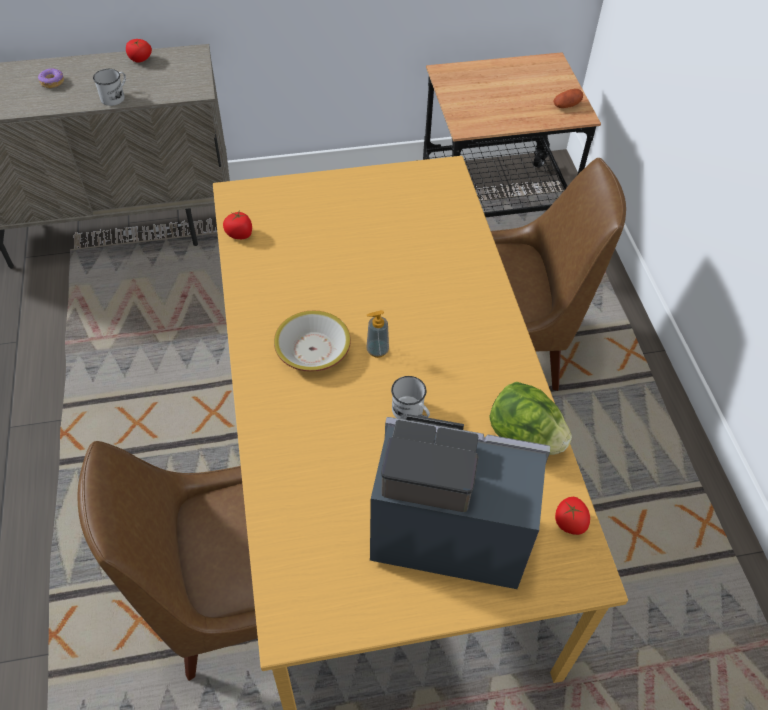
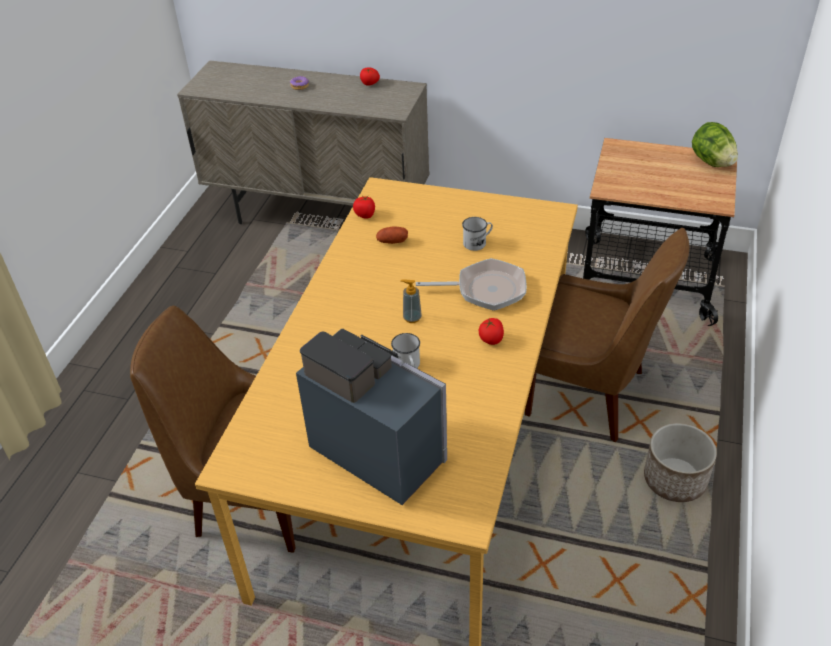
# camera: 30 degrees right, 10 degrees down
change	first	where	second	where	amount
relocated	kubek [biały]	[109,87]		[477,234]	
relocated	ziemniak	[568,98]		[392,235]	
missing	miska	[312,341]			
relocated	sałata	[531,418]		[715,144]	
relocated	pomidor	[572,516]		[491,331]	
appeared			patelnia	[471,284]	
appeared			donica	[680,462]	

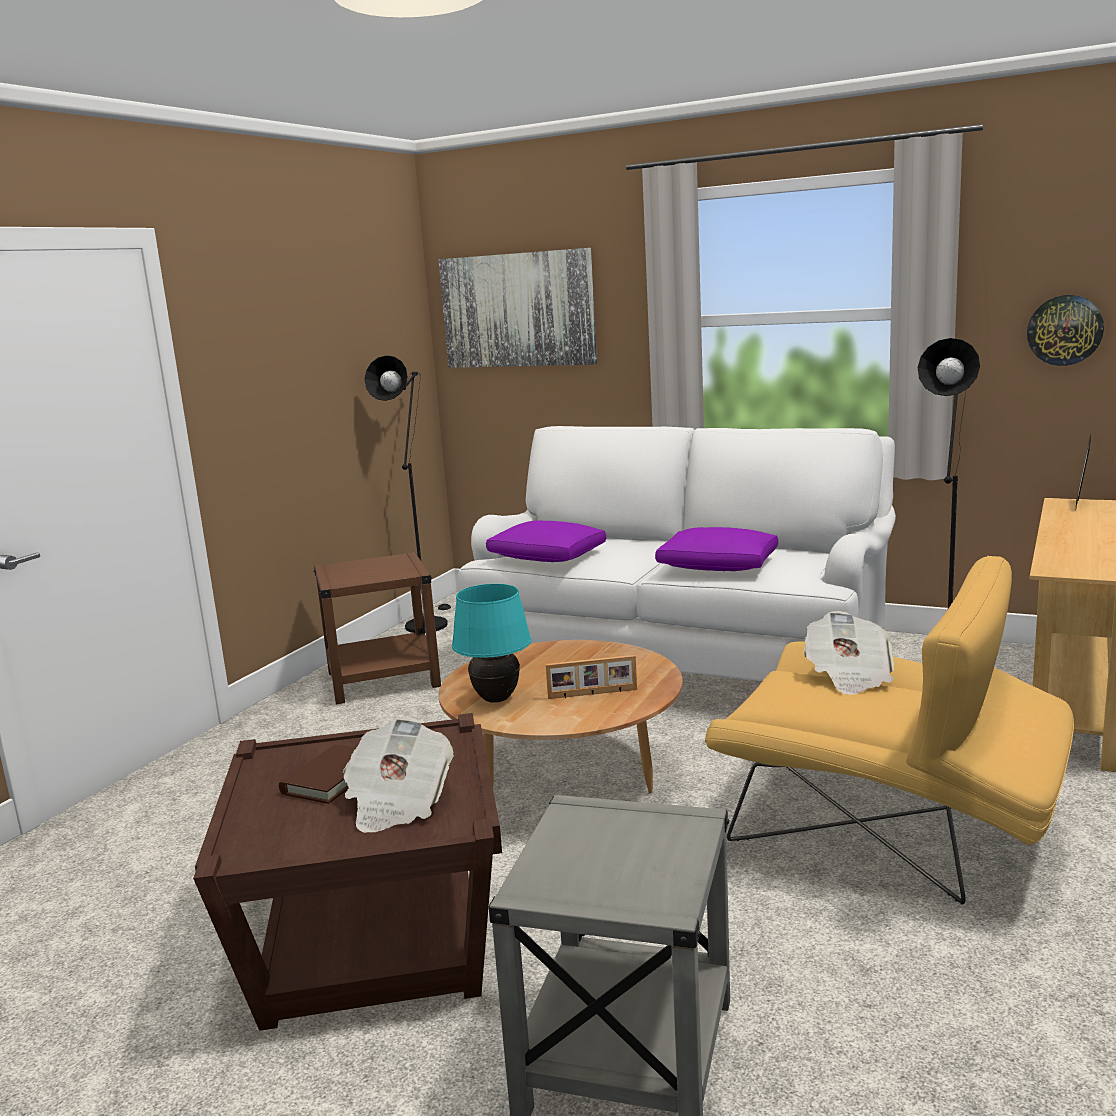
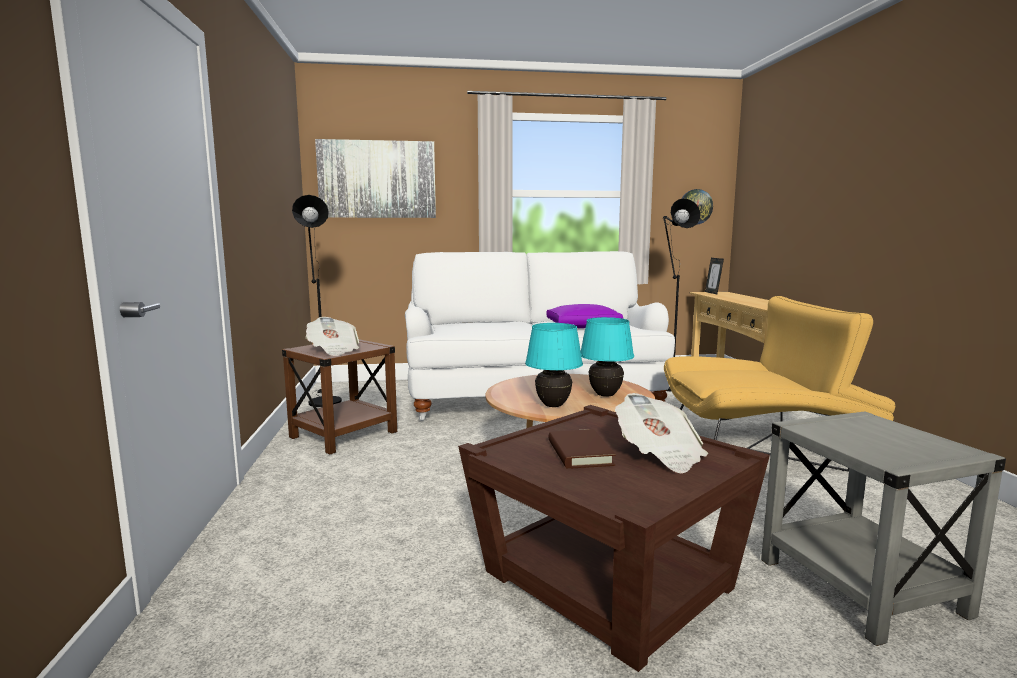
# camera: 35 degrees left, 5 degrees down
change	first	where	second	where	amount
missing	poduszka [fioletowy]	[546,541]			
relocated	gazeta	[848,653]		[332,336]	
exchanged	ramka na zdjęcie	[591,677]	lampa stołowa [turkusowy]	[607,357]	

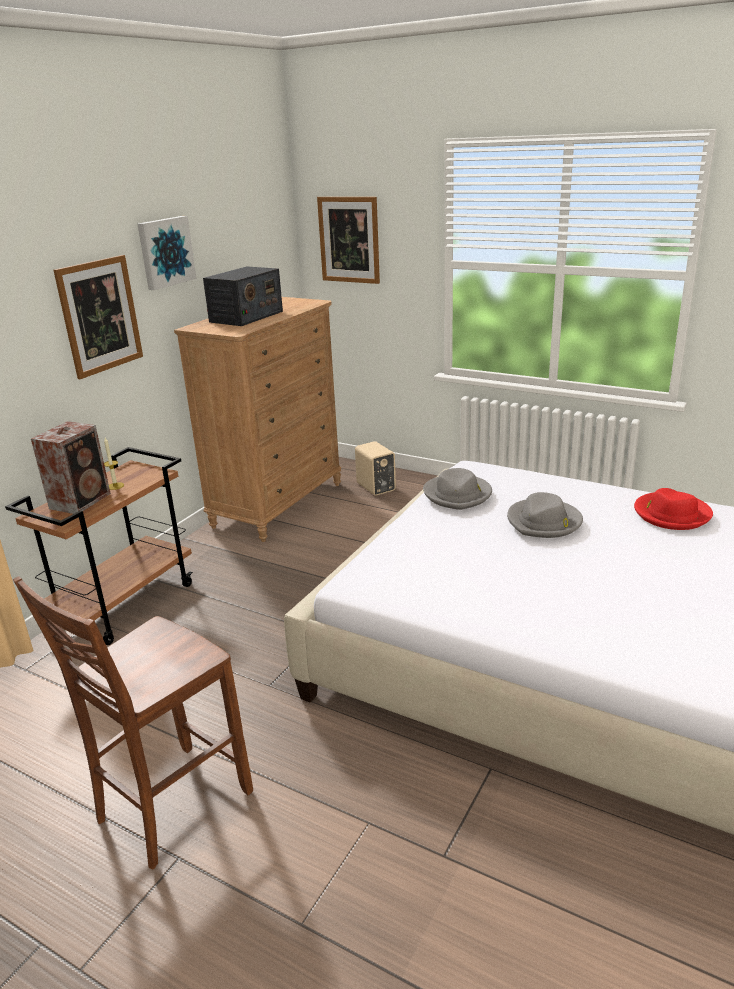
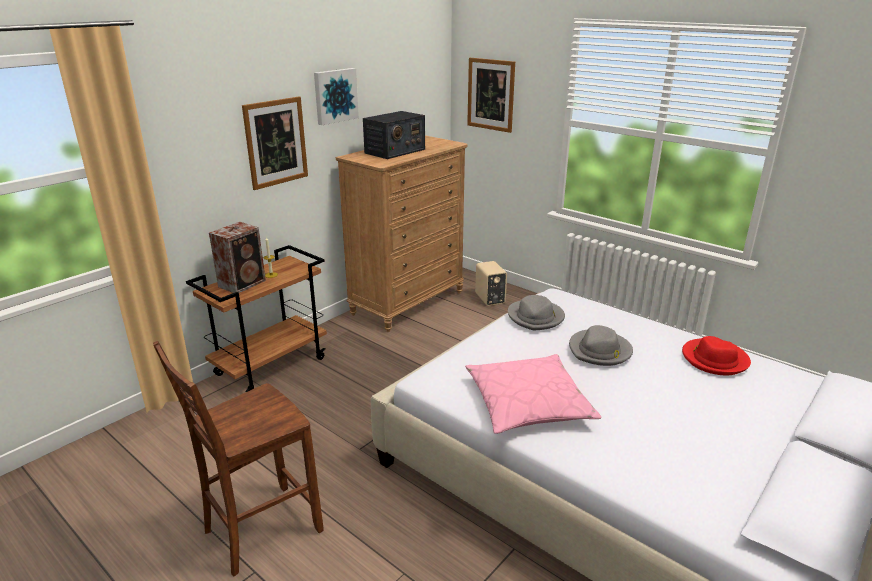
# camera: 10 degrees right, 0 degrees up
change	first	where	second	where	amount
appeared			poduszka [różowy]	[533,394]	

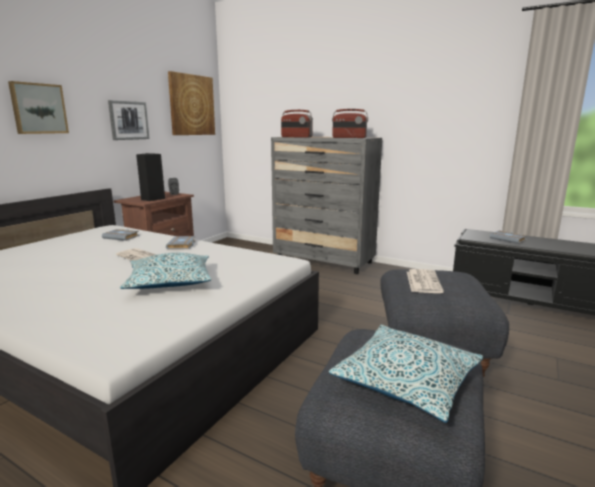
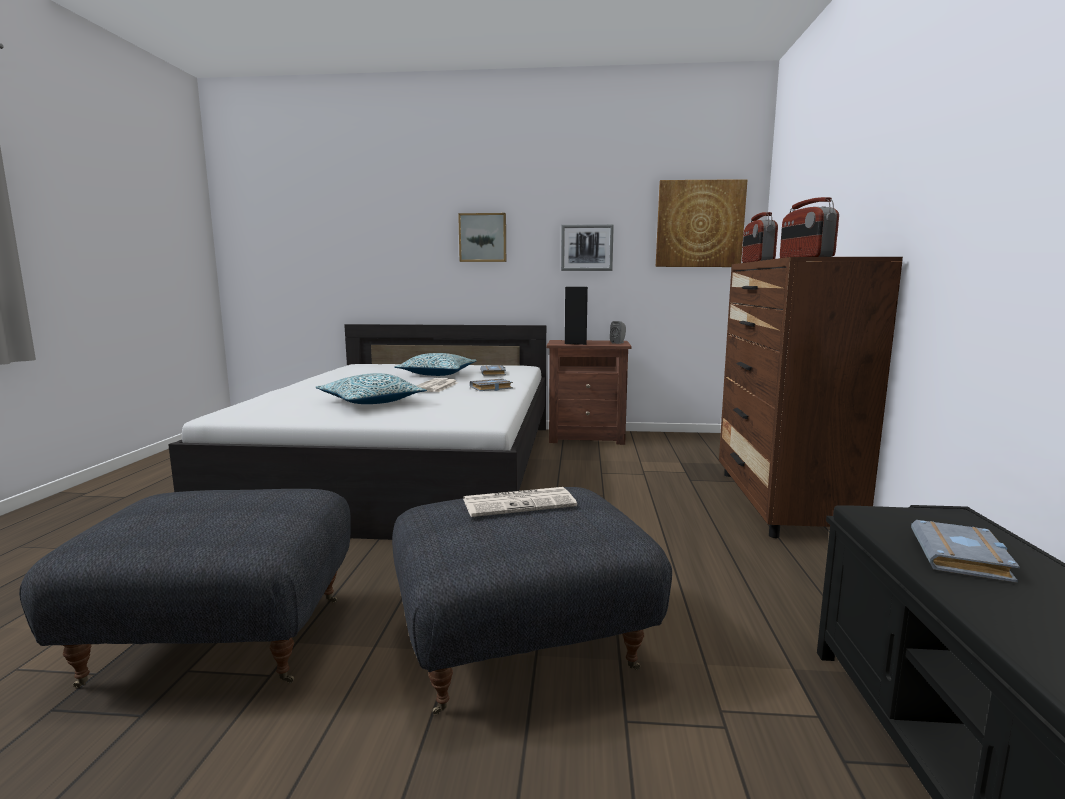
# camera: 65 degrees right, 5 degrees down
change	first	where	second	where	amount
colour	komoda [szary]	[326,205]	komoda [brązowy]	[811,397]	
relocated	poduszka	[406,374]		[435,364]	

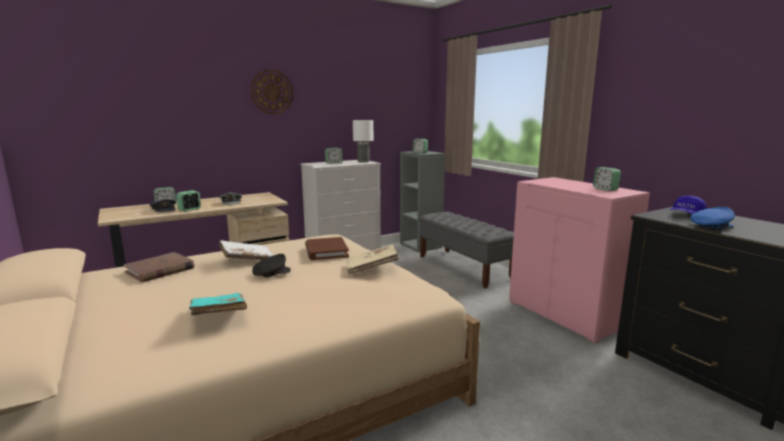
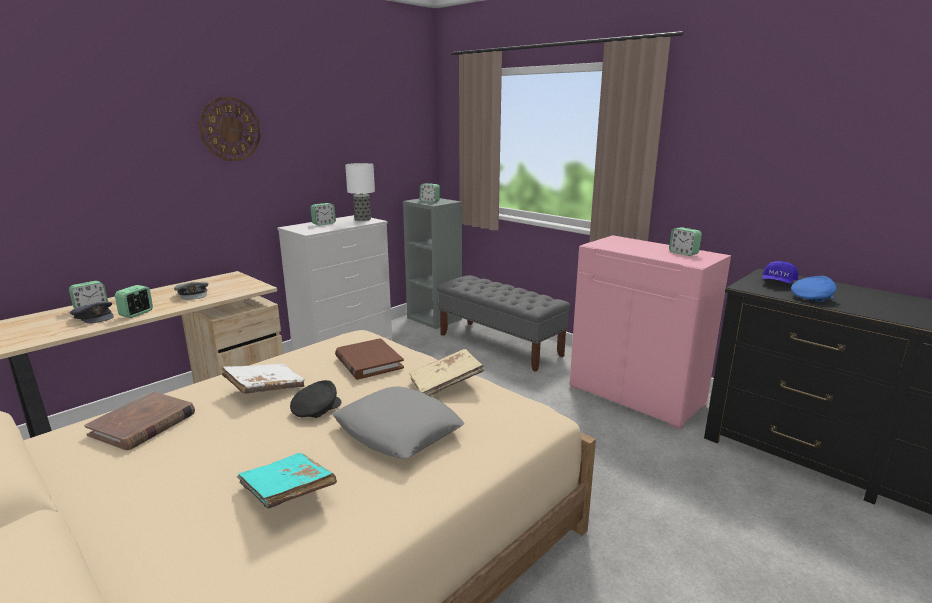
# camera: 15 degrees left, 5 degrees up
change	first	where	second	where	amount
appeared			poduszka [szary]	[398,422]	

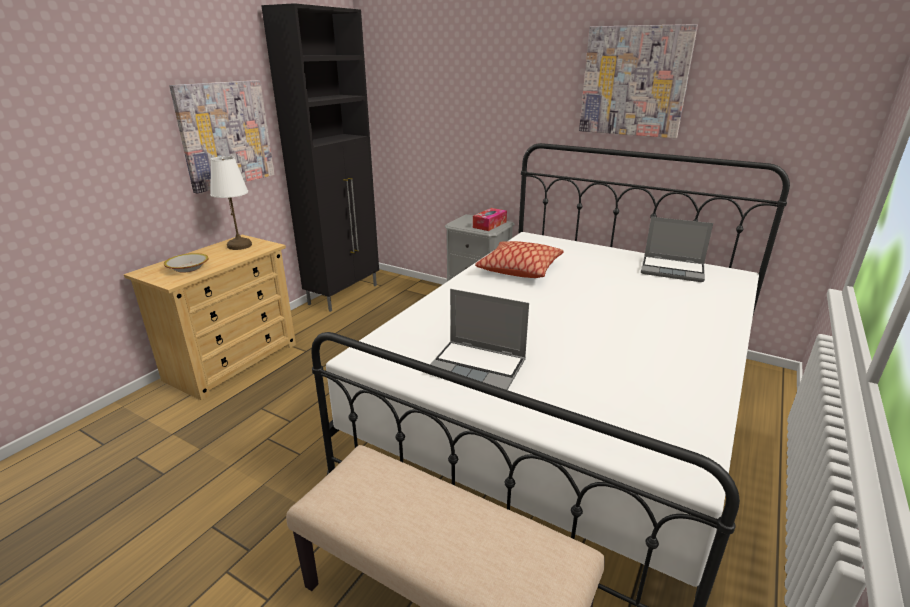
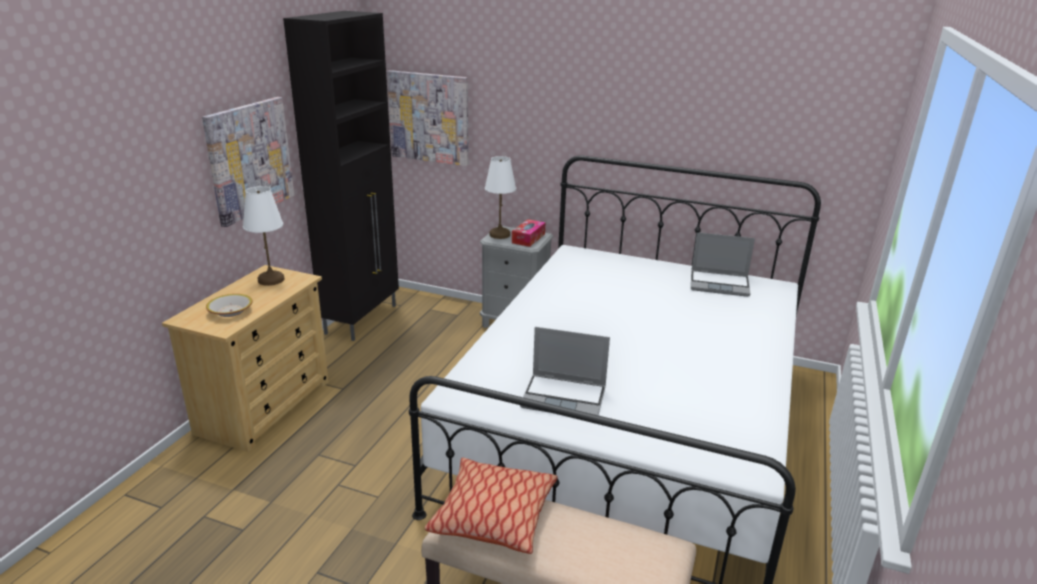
# camera: 10 degrees left, 0 degrees up
change	first	where	second	where	amount
relocated	obraz	[638,81]		[427,118]	
relocated	poduszka	[519,259]		[491,506]	
appeared			lampa stołowa [biały]	[500,197]	

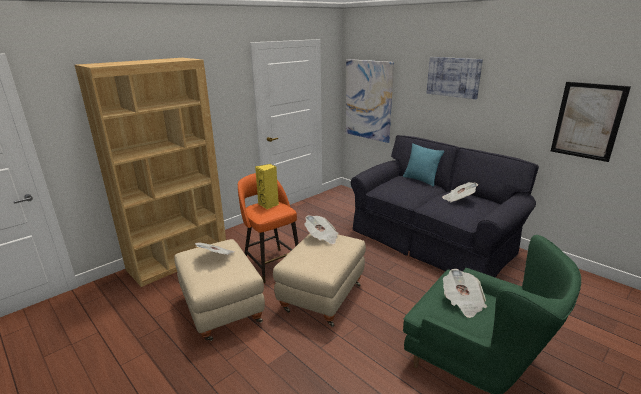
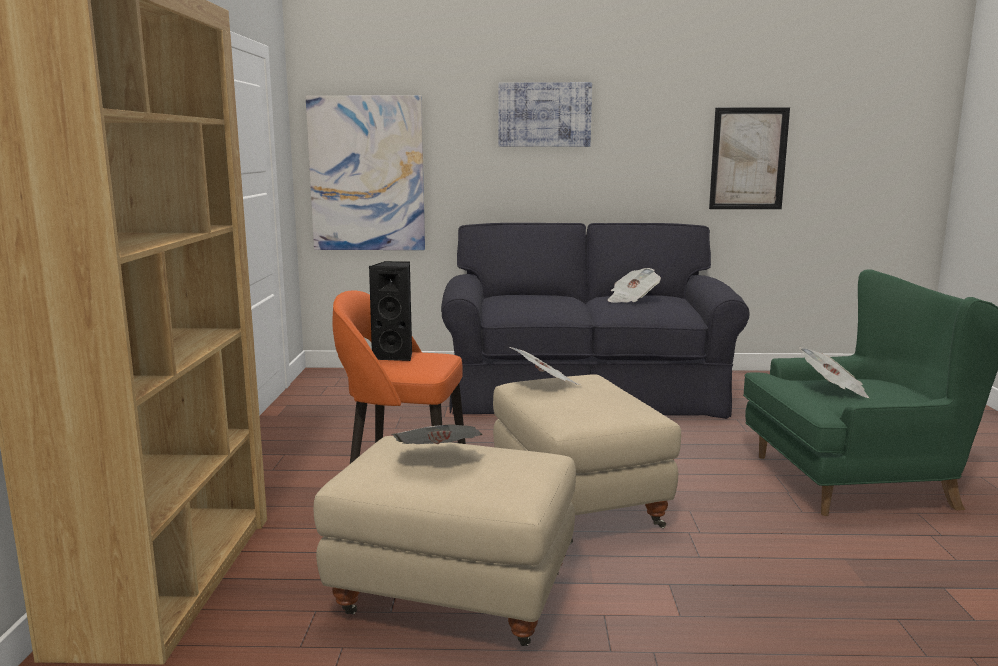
# camera: 45 degrees left, 10 degrees down
change	first	where	second	where	amount
missing	poduszka [turkusowy]	[423,164]			
colour	głośnik [żółty]	[267,187]	głośnik [czarny]	[390,311]	

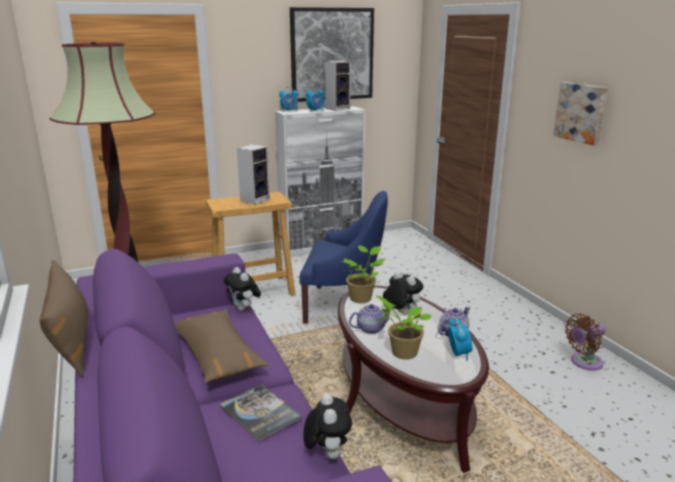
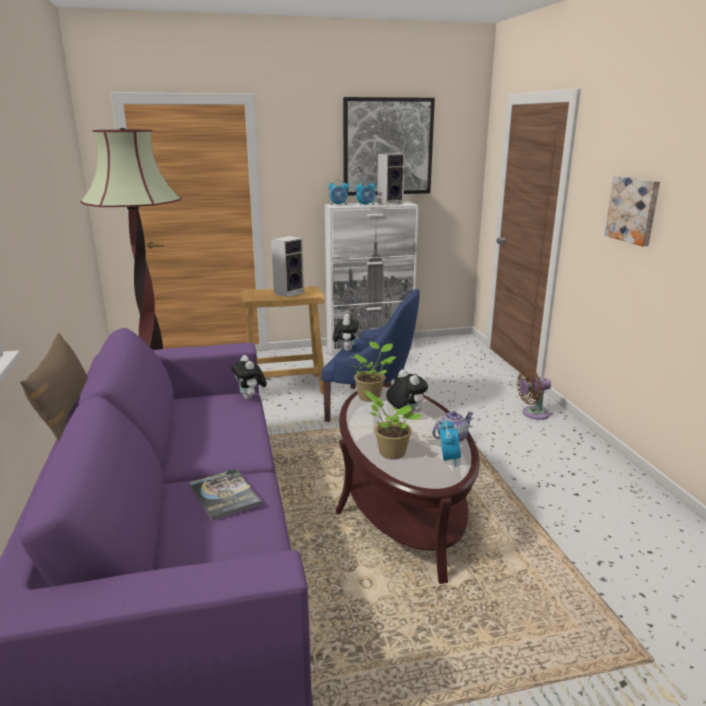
# camera: 10 degrees right, 0 degrees up
change	first	where	second	where	amount
missing	imbryk	[369,319]			
missing	poduszka [brązowy]	[221,346]			
relocated	wentylator [brązowy]	[585,342]		[534,394]	
relocated	pluszak	[327,426]		[346,332]	

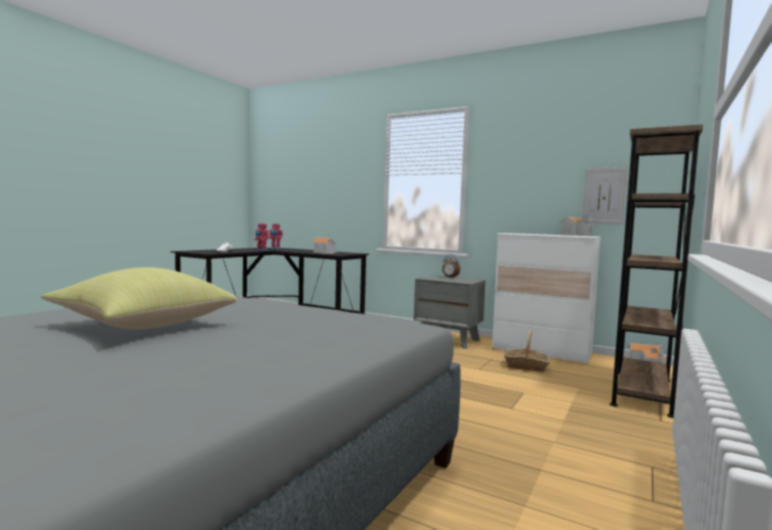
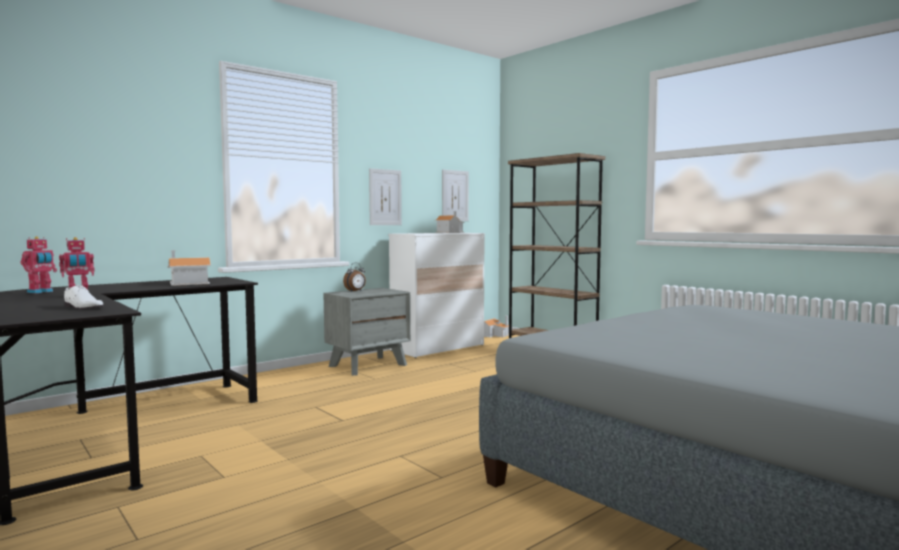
# camera: 70 degrees left, 0 degrees up
change	first	where	second	where	amount
missing	poduszka [żółty]	[139,298]			
missing	koszyk	[527,350]			
appeared			obraz	[385,196]	

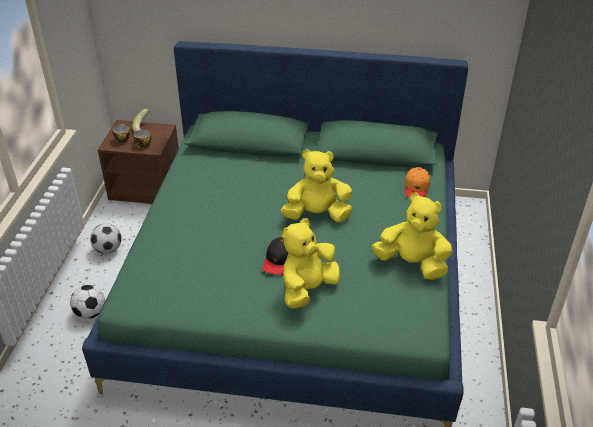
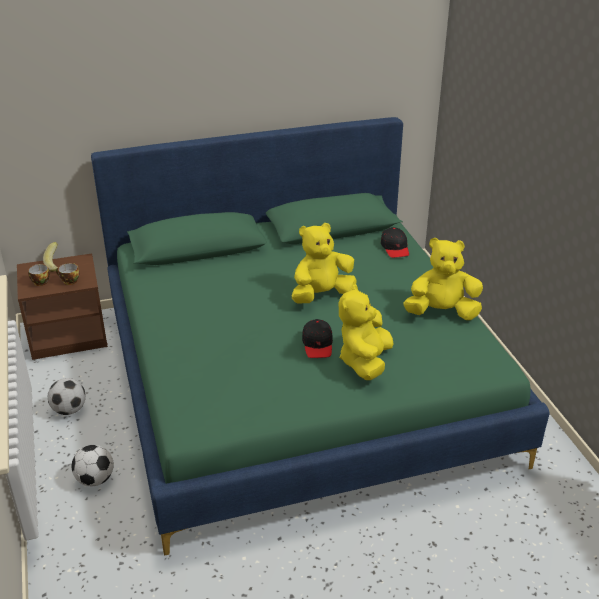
# camera: 25 degrees left, 5 degrees down
change	first	where	second	where	amount
colour	czapka z daszkiem [pomarańczowy]	[417,182]	czapka z daszkiem [czarny]	[395,242]	

